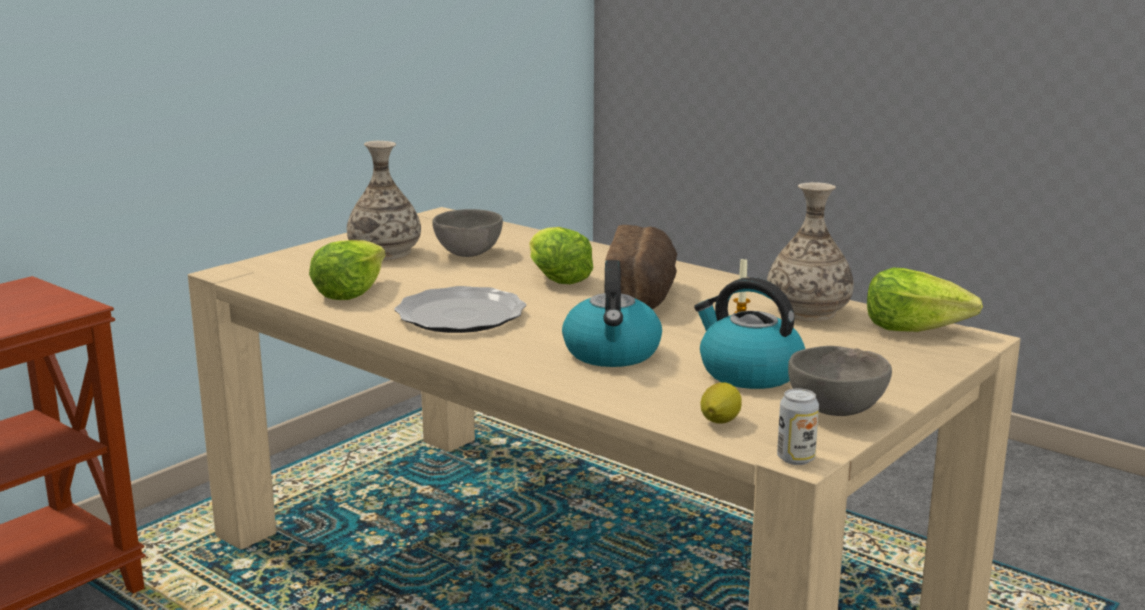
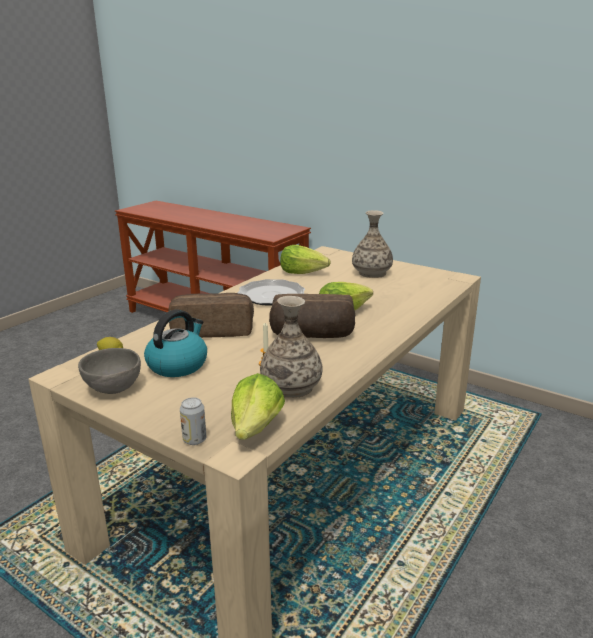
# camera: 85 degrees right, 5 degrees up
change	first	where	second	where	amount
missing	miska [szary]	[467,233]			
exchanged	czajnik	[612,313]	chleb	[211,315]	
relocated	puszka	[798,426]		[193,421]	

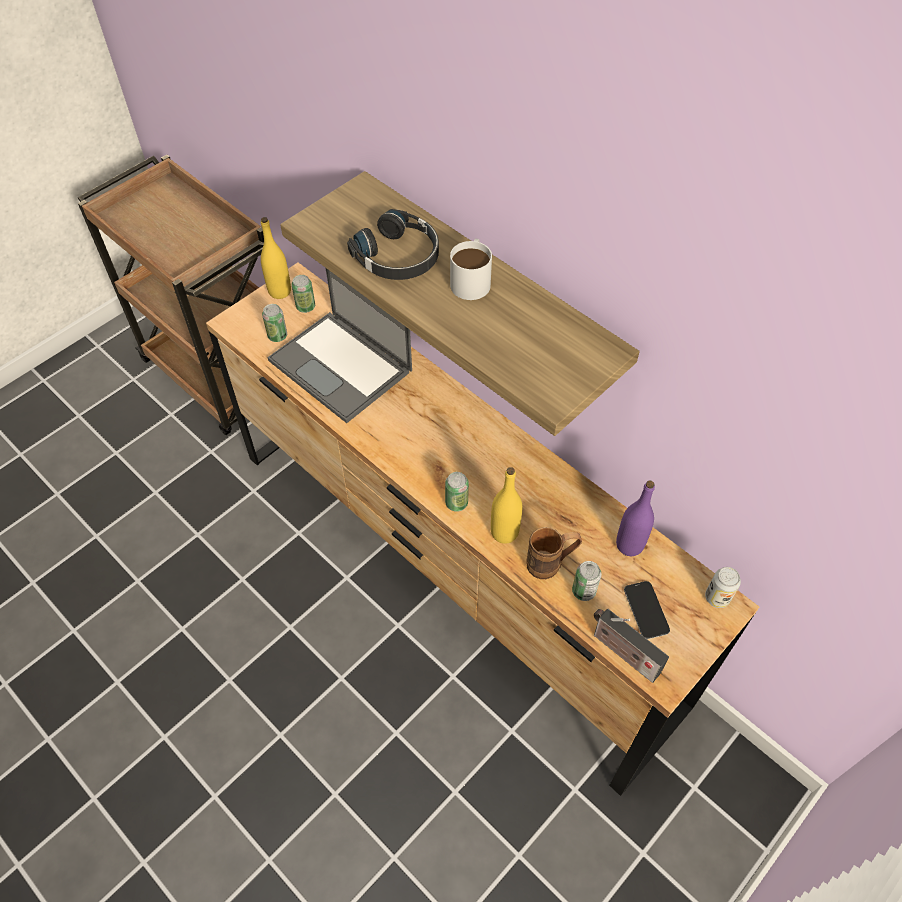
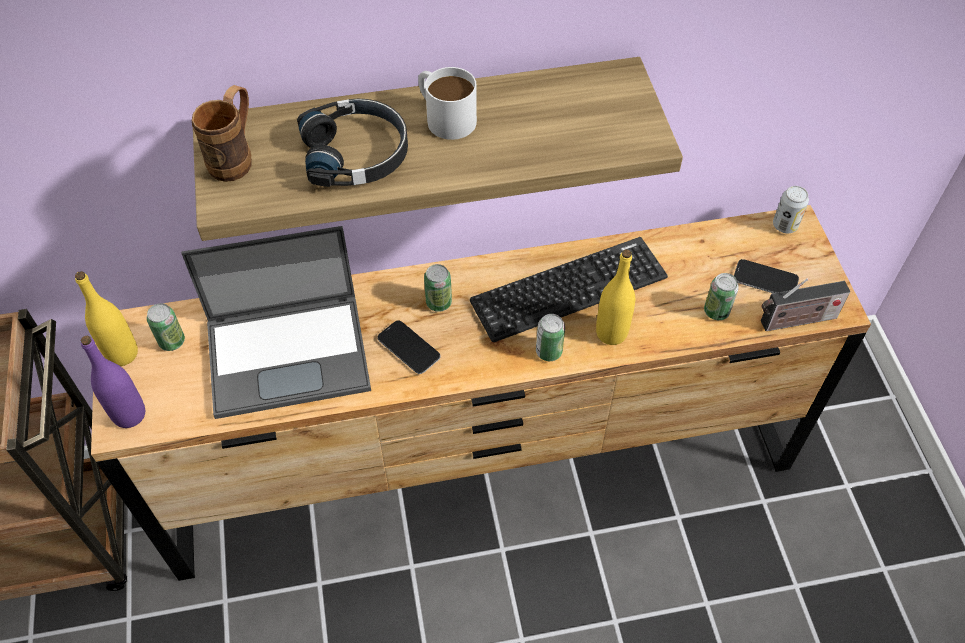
# camera: 55 degrees left, 0 degrees up
change	first	where	second	where	amount
relocated	puszka	[274,323]		[438,288]	
relocated	butelka [fioletowy]	[635,518]		[113,382]	
relocated	kubek [brązowy]	[554,553]		[222,133]	
appeared			klawiatura	[569,289]	
appeared			telefon	[409,347]	

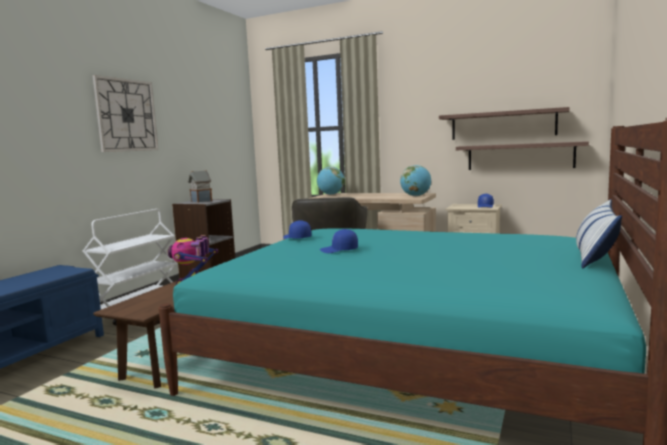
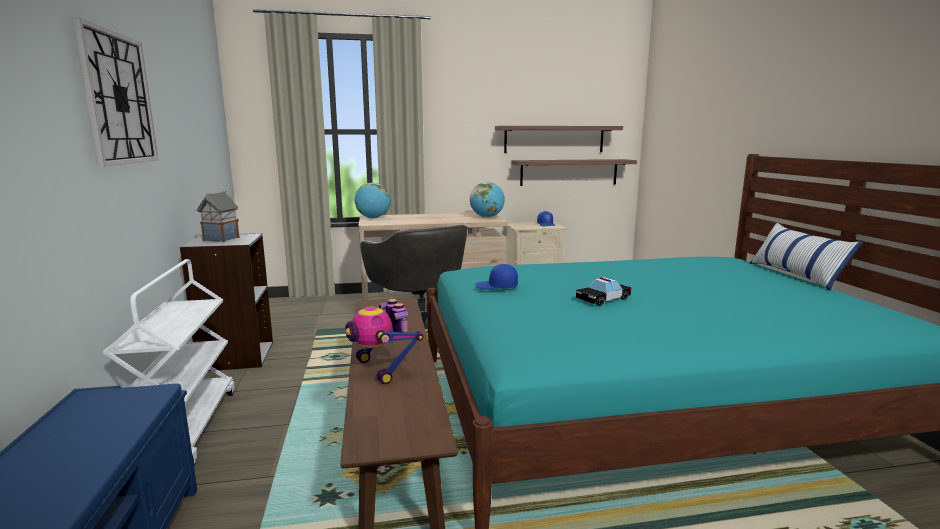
# camera: 35 degrees left, 5 degrees up
change	first	where	second	where	amount
exchanged	czapka z daszkiem [niebieski]	[339,241]	samochodzik	[603,291]	

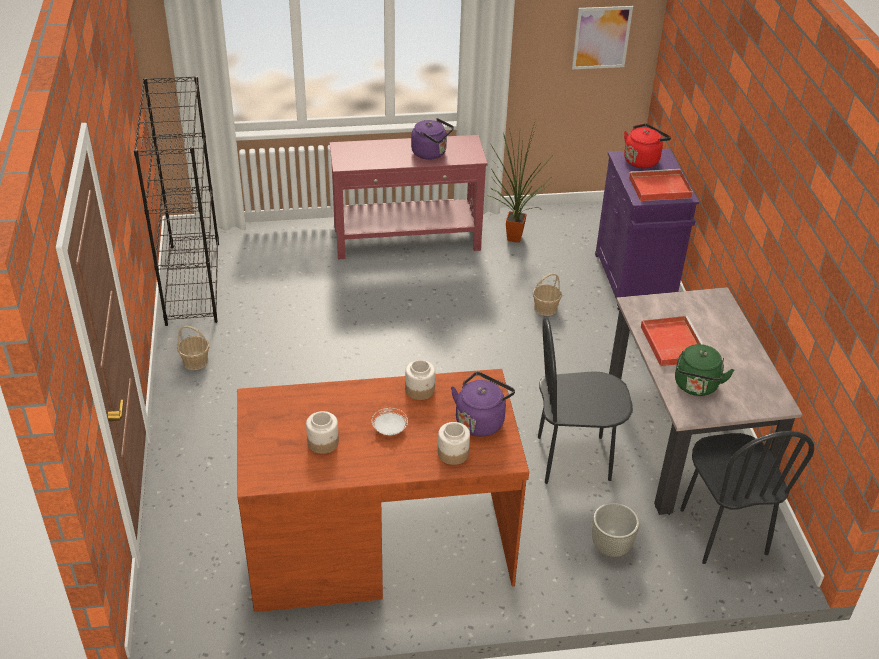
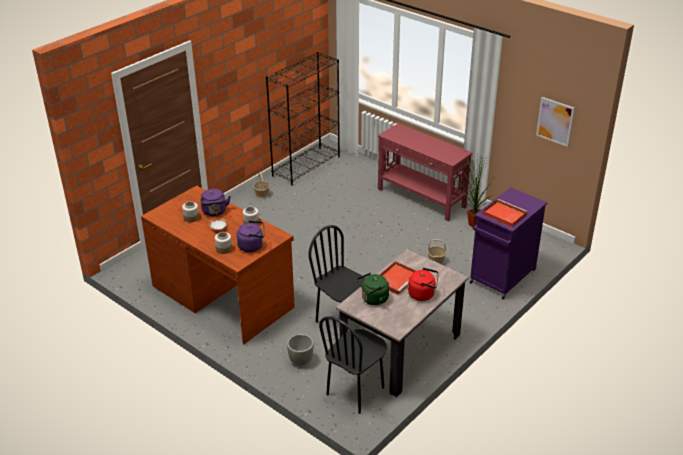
# camera: 50 degrees right, 5 degrees down
change	first	where	second	where	amount
relocated	czajnik [fioletowy]	[432,139]		[216,202]	
relocated	czajnik [czerwony]	[647,146]		[423,284]	

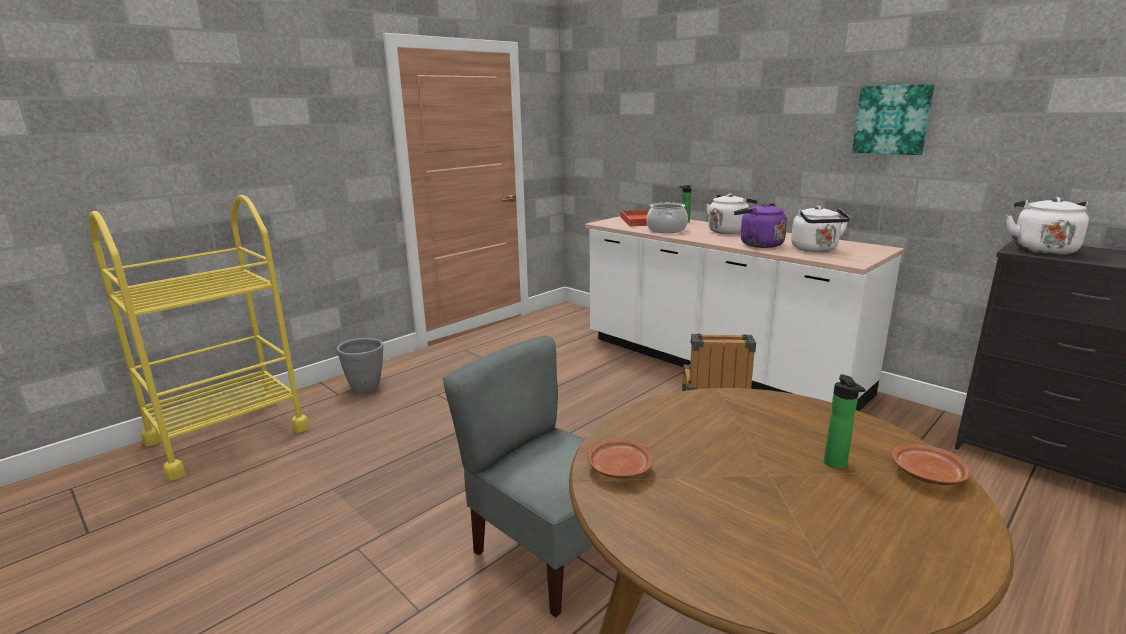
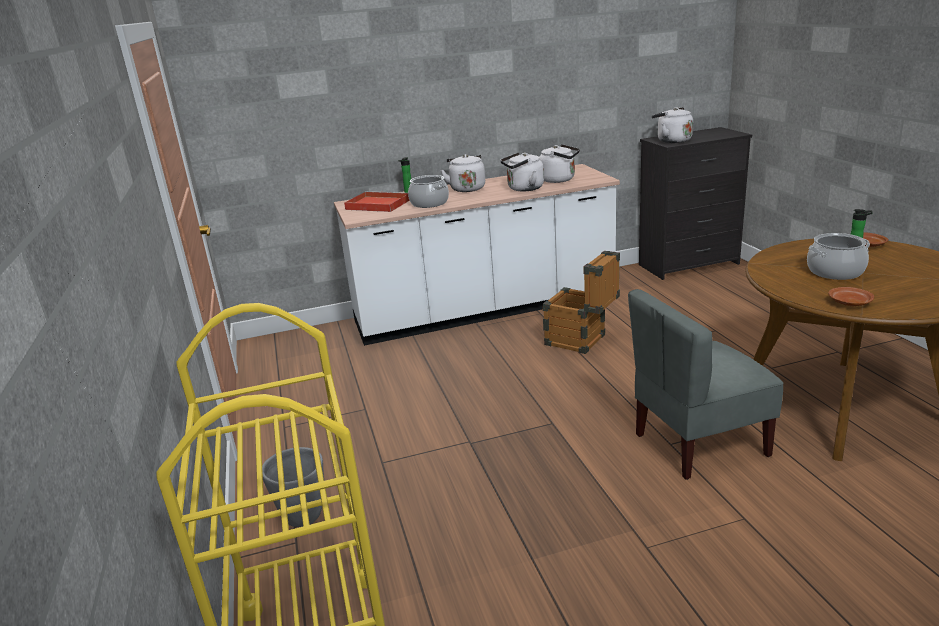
# camera: 60 degrees left, 5 degrees up
change	first	where	second	where	amount
missing	obraz	[893,119]			
colour	czajnik [fioletowy]	[760,225]	czajnik [biały]	[522,172]	
appeared			garnek	[838,256]	

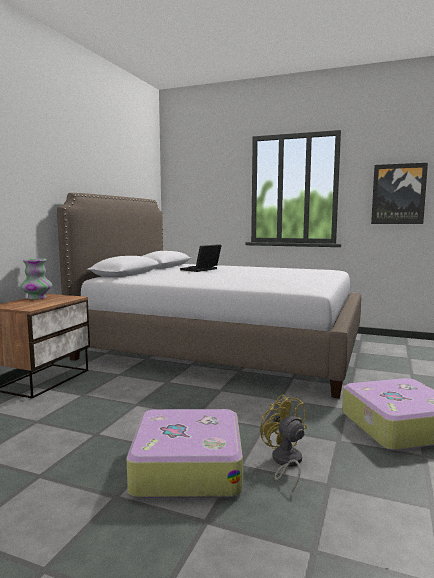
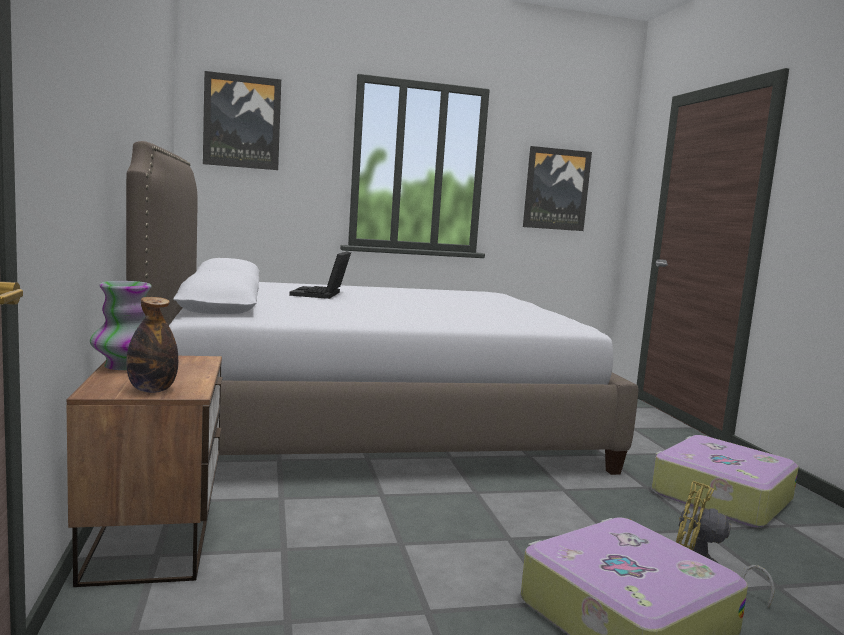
# camera: 35 degrees left, 0 degrees up
change	first	where	second	where	amount
appeared			obraz	[242,120]	
appeared			butelka	[152,345]	

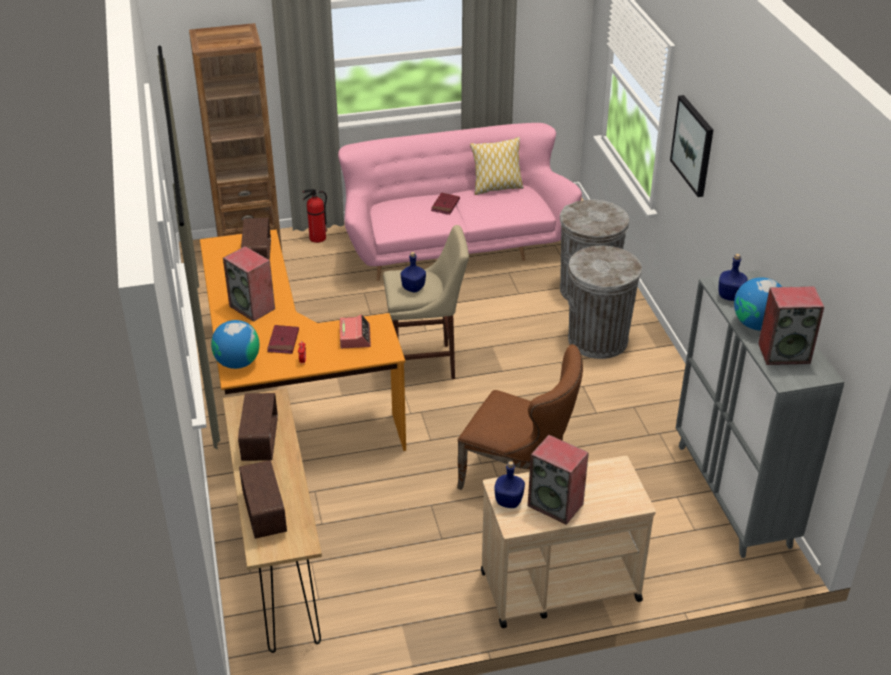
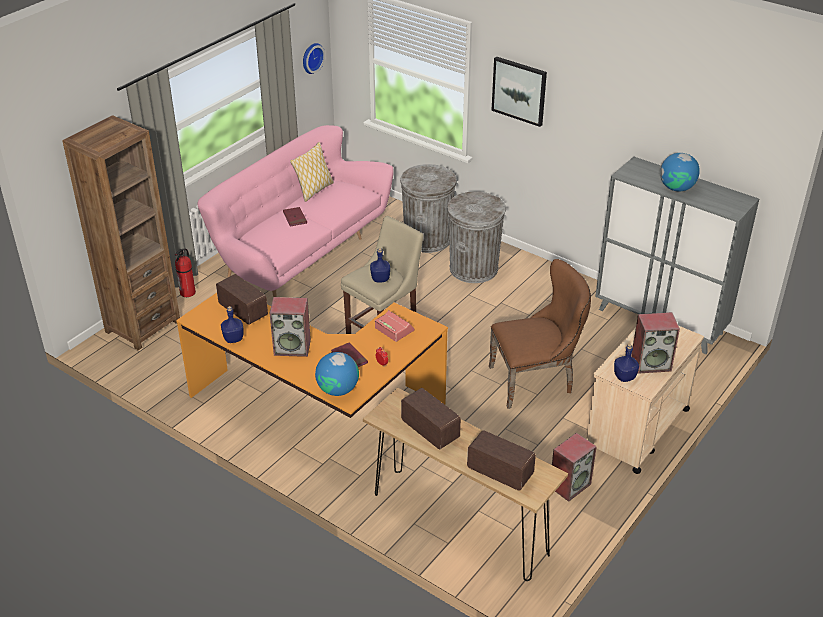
# camera: 40 degrees left, 0 degrees up
change	first	where	second	where	amount
relocated	butelka [niebieski]	[733,277]		[232,324]	
relocated	głośnik	[791,325]		[574,467]	
appeared			zegar ścienny	[314,58]	

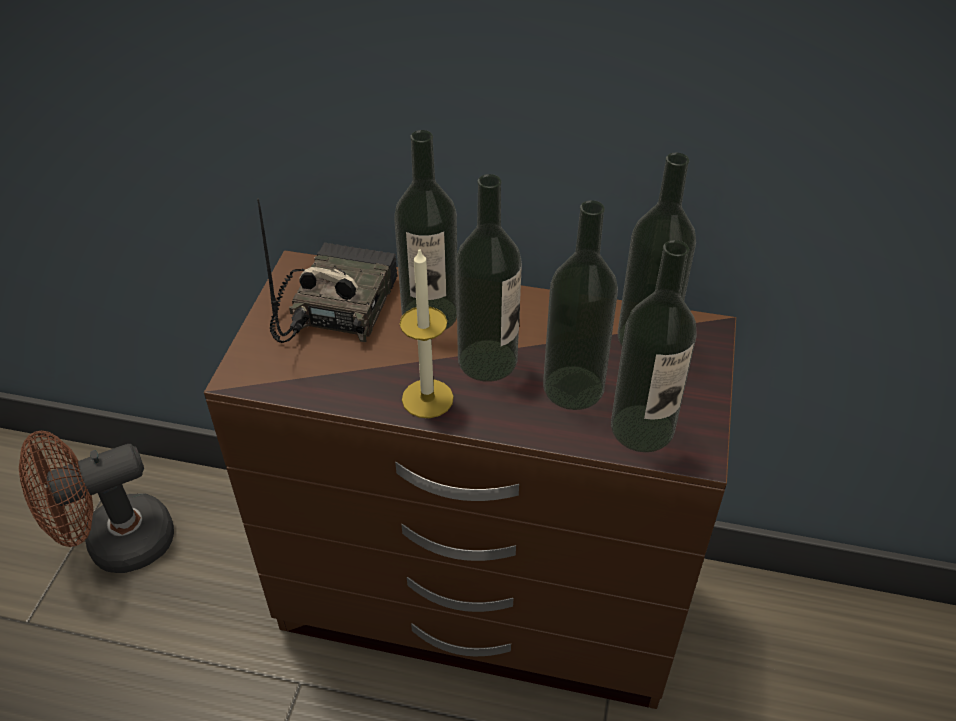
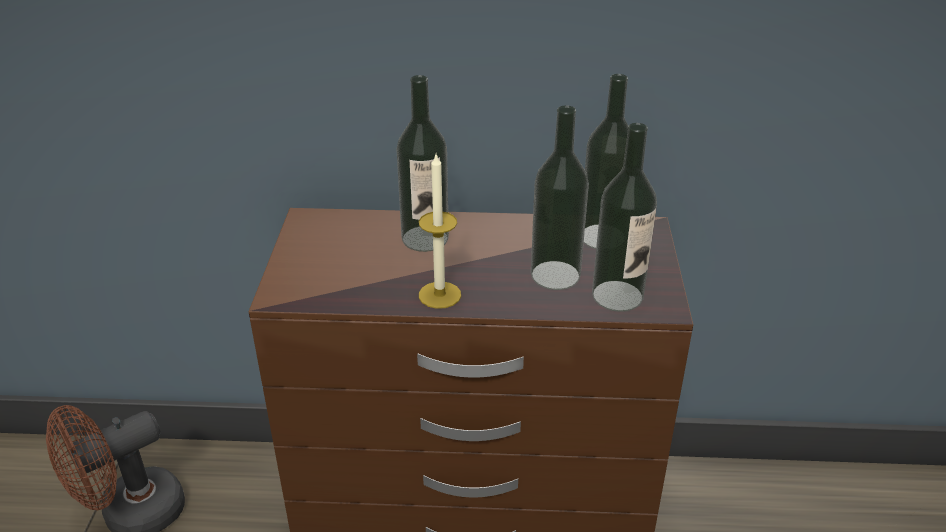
# camera: 10 degrees left, 10 degrees down
change	first	where	second	where	amount
missing	butelka	[489,278]			
missing	radio	[327,270]			

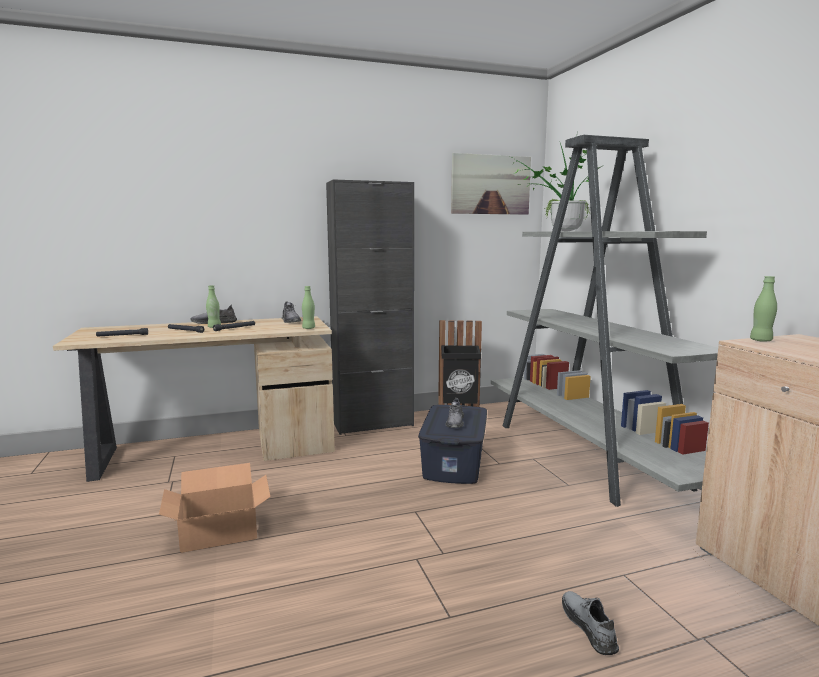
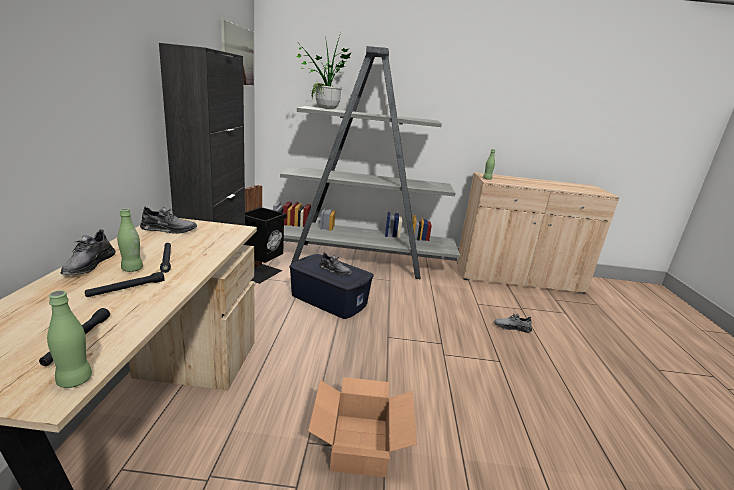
# camera: 70 degrees left, 10 degrees up
change	first	where	second	where	amount
relocated	butelka [zielony]	[308,307]		[69,339]	

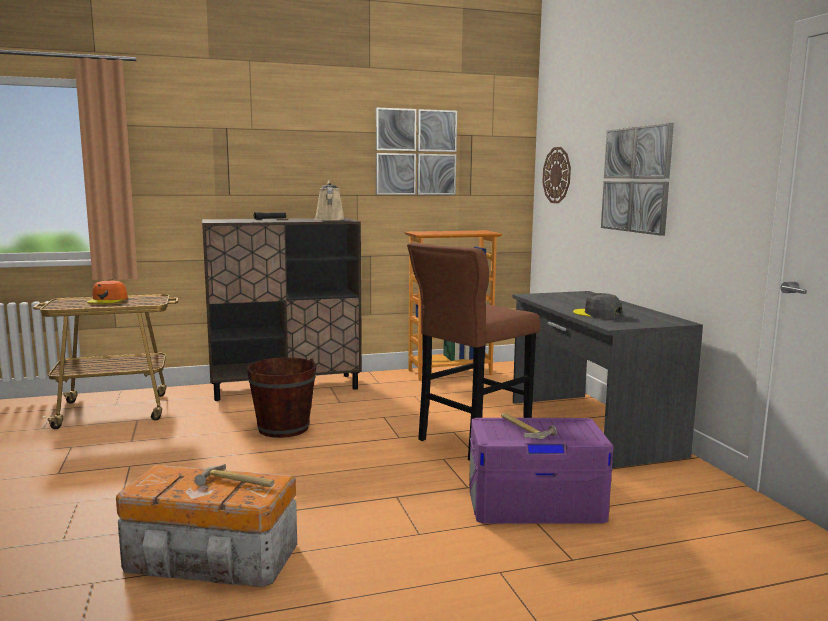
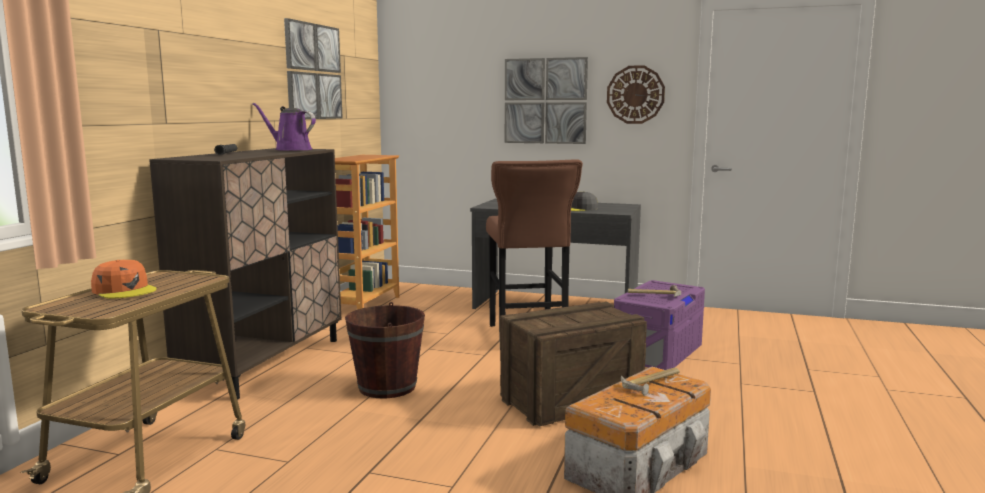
# camera: 55 degrees left, 0 degrees up
change	first	where	second	where	amount
relocated	zegar ścienny	[556,175]		[636,94]	
colour	konewka [beżowy]	[329,200]	konewka [fioletowy]	[284,127]	
appeared			skrzynka	[573,364]	

